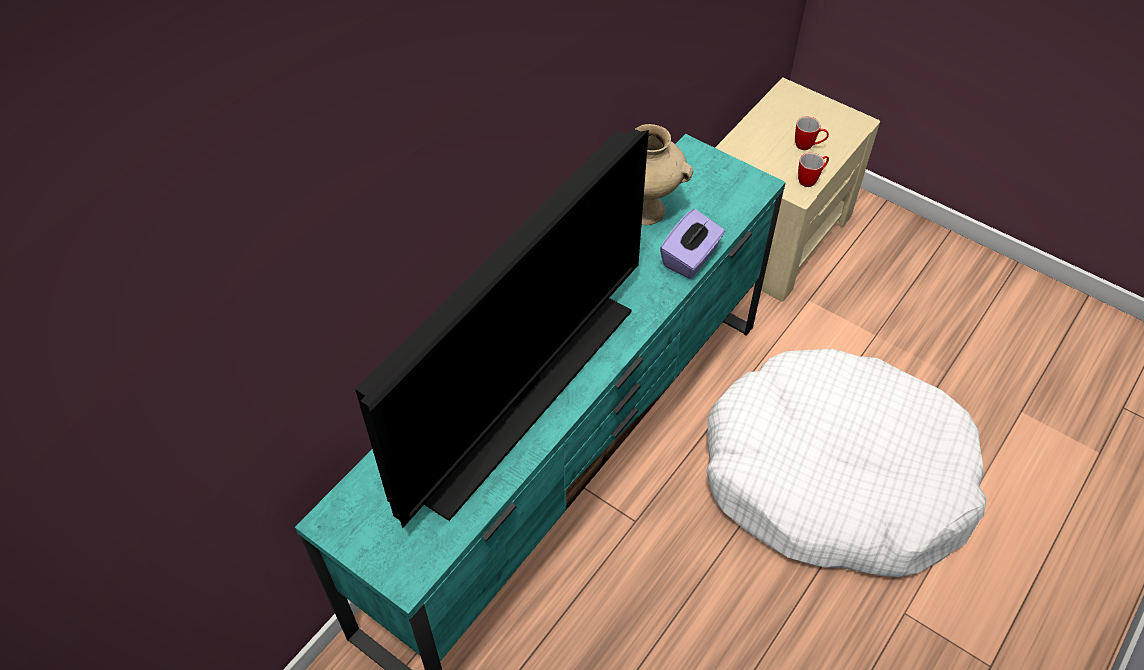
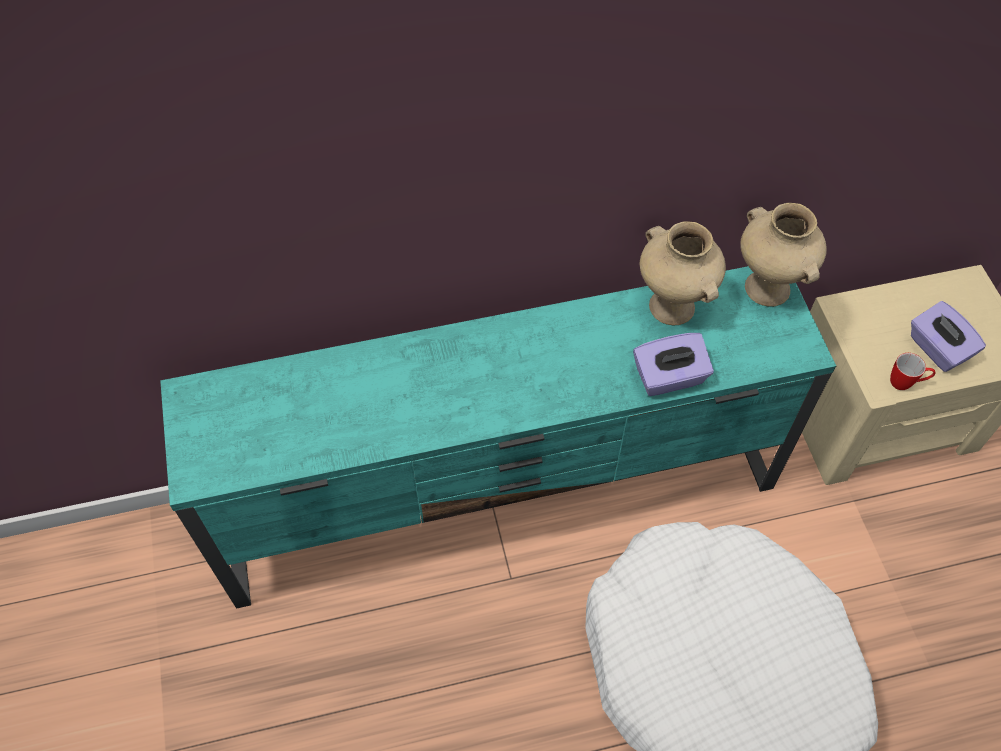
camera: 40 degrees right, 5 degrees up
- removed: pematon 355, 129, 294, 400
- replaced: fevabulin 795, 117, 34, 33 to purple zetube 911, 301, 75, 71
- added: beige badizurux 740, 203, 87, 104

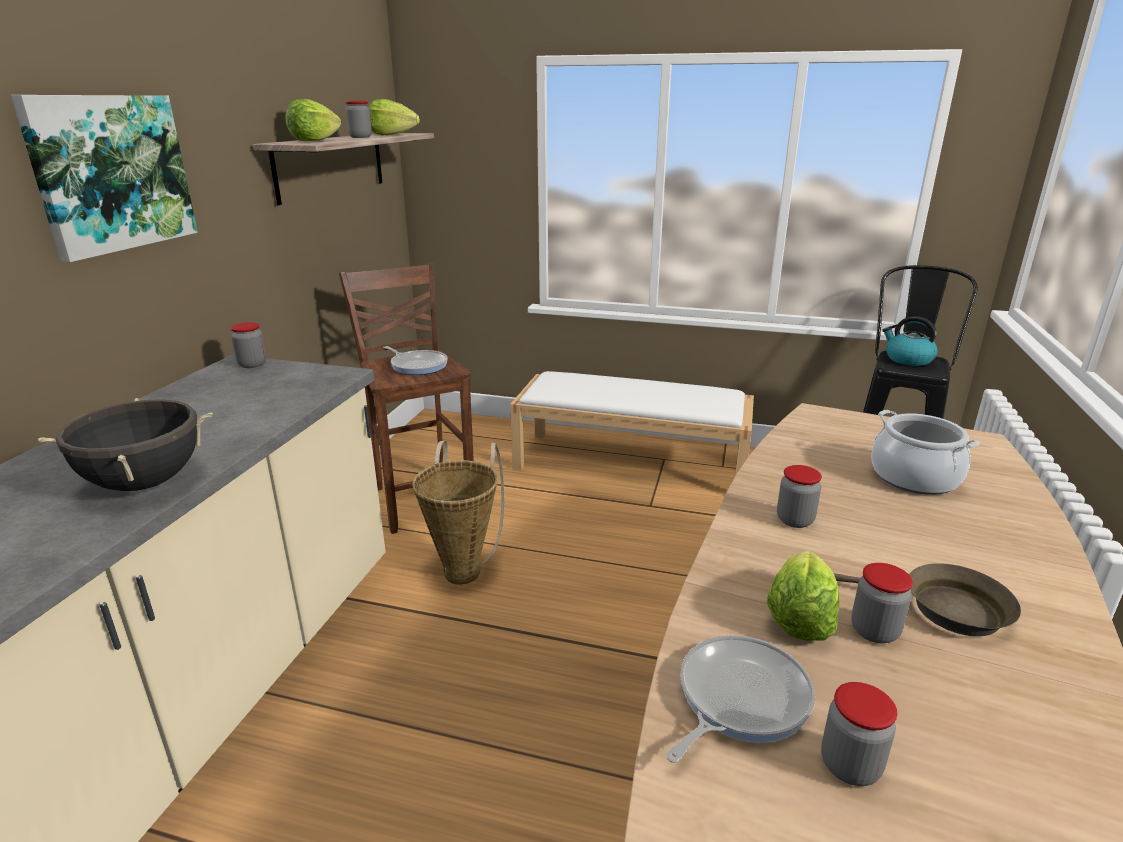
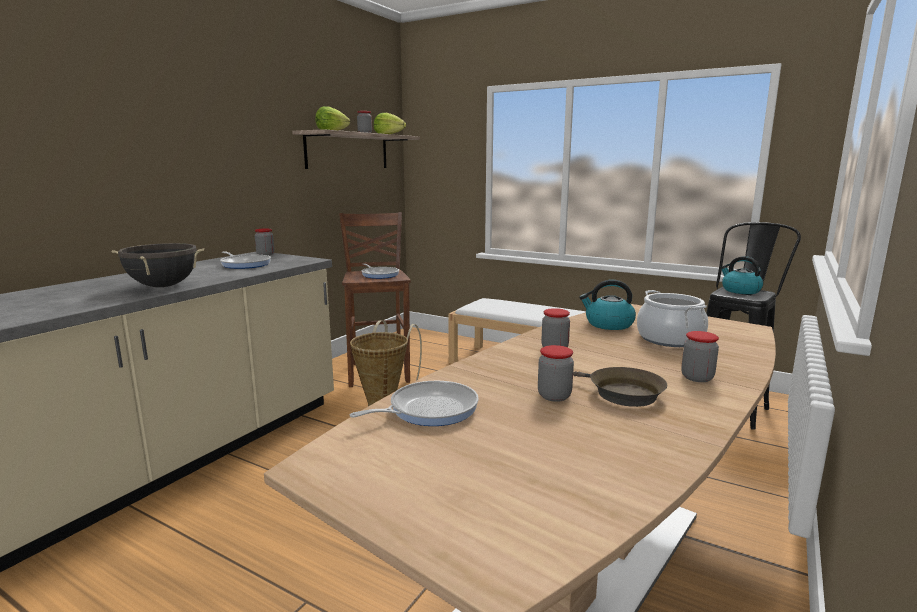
camera: 15 degrees right, 10 degrees down
- removed: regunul 11, 95, 187, 167
- removed: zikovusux 767, 551, 72, 90
- moved: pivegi 821, 682, 76, 104 to 681, 331, 38, 51
- added: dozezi 220, 251, 51, 18
- added: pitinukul 579, 280, 57, 50

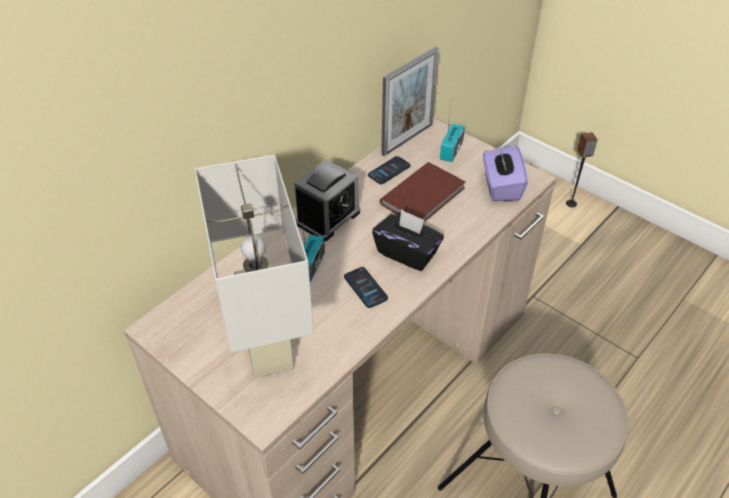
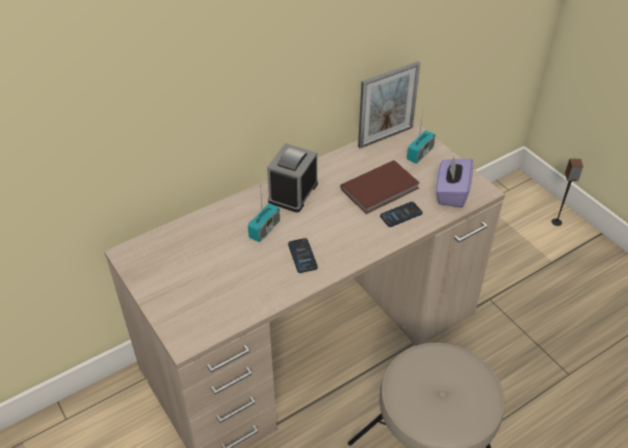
camera: 15 degrees right, 0 degrees up
- removed: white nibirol 195, 155, 119, 223
- turned: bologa 294, 159, 66, 82 = 267, 143, 51, 69 150 degrees clockwise
- moved: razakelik 368, 156, 43, 28 to 380, 202, 43, 25
- removed: black zetube 372, 209, 72, 62

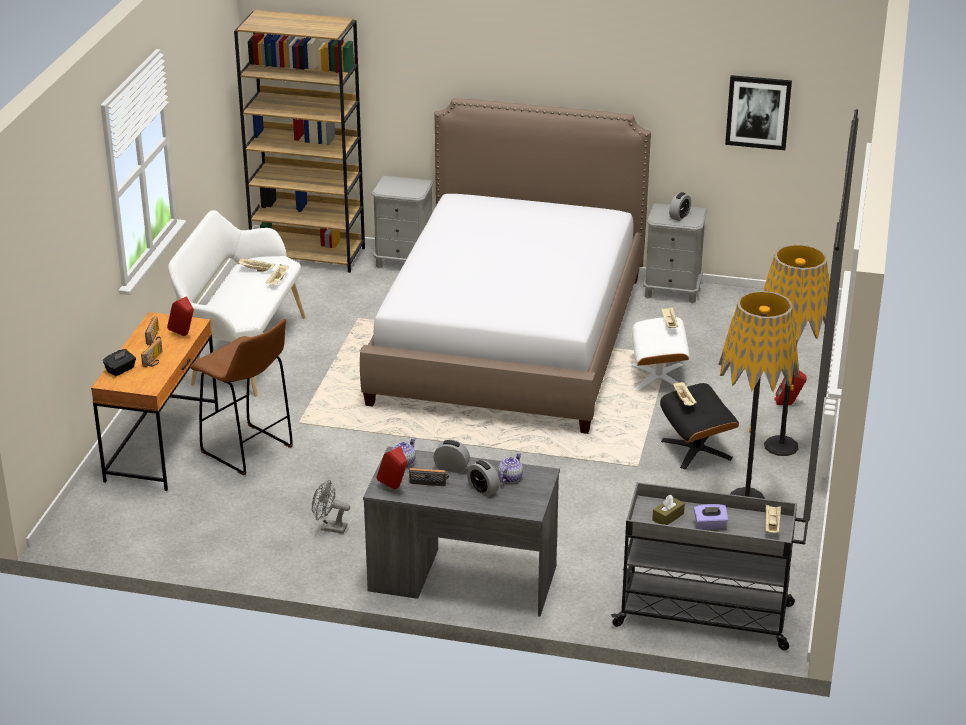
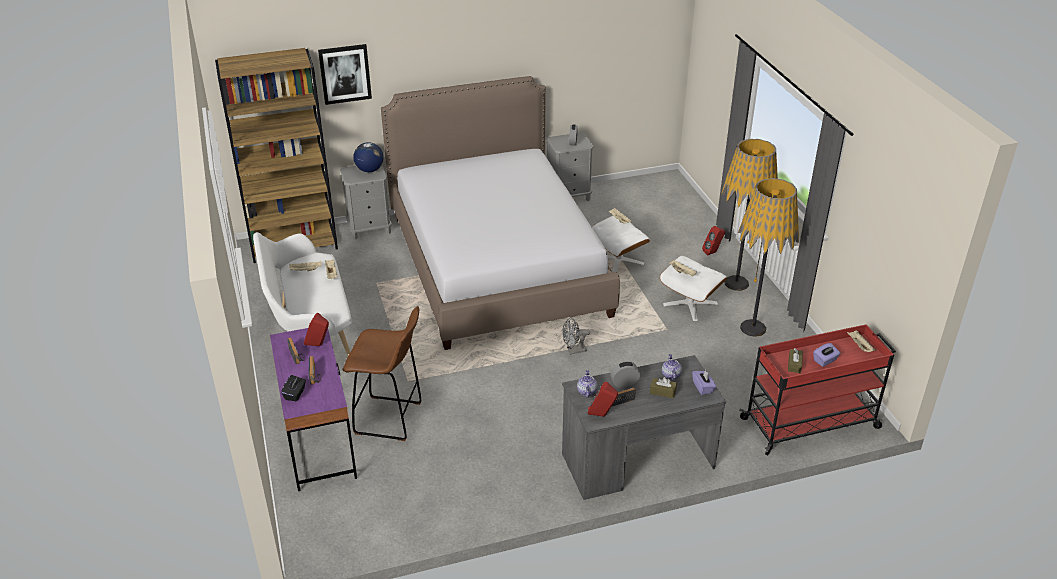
camera: 30 degrees left, 5 degrees up
- recoloured: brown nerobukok 91, 312, 128, 179 to purple nerobukok 270, 328, 87, 163
- moved: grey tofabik 312, 480, 38, 54 to 562, 317, 28, 37
- replaced: bologa 467, 460, 33, 37 to brown zetube 650, 377, 27, 21
- recoloured: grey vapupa 611, 482, 198, 169 to red vapupa 739, 324, 157, 132
- recoloured: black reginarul 660, 383, 79, 87 to white reginarul 660, 256, 67, 65
- moved: regunul 725, 75, 67, 75 to 318, 44, 54, 61
- added: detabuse 353, 142, 31, 30
- added: purple zetube 692, 370, 24, 25

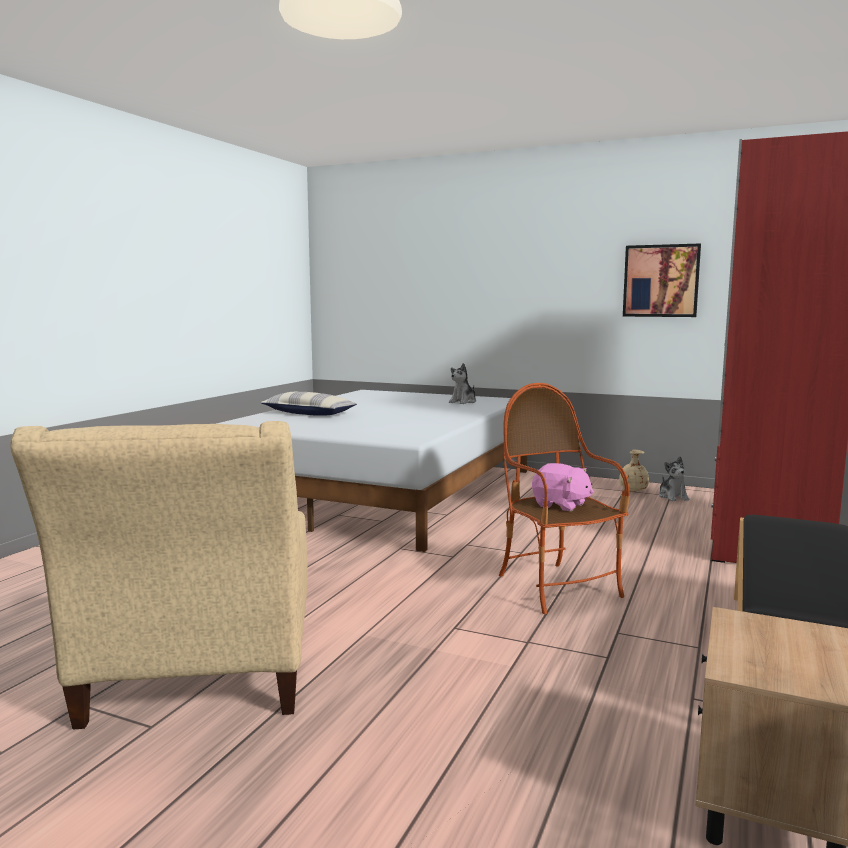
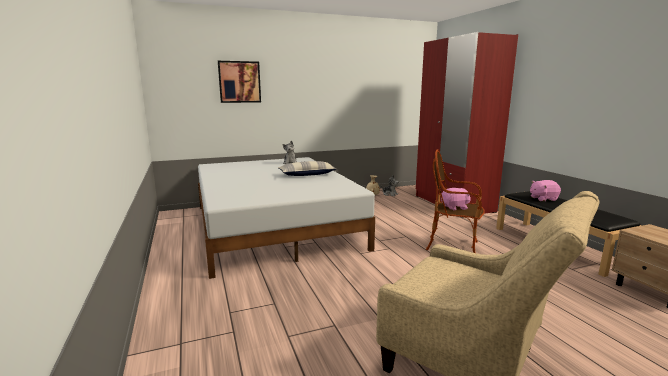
camera: 45 degrees left, 5 degrees up
- moved: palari 260, 392, 97, 24 to 278, 161, 59, 15
- moved: regunul 623, 243, 78, 74 to 218, 61, 43, 42
- added: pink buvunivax 530, 180, 31, 21

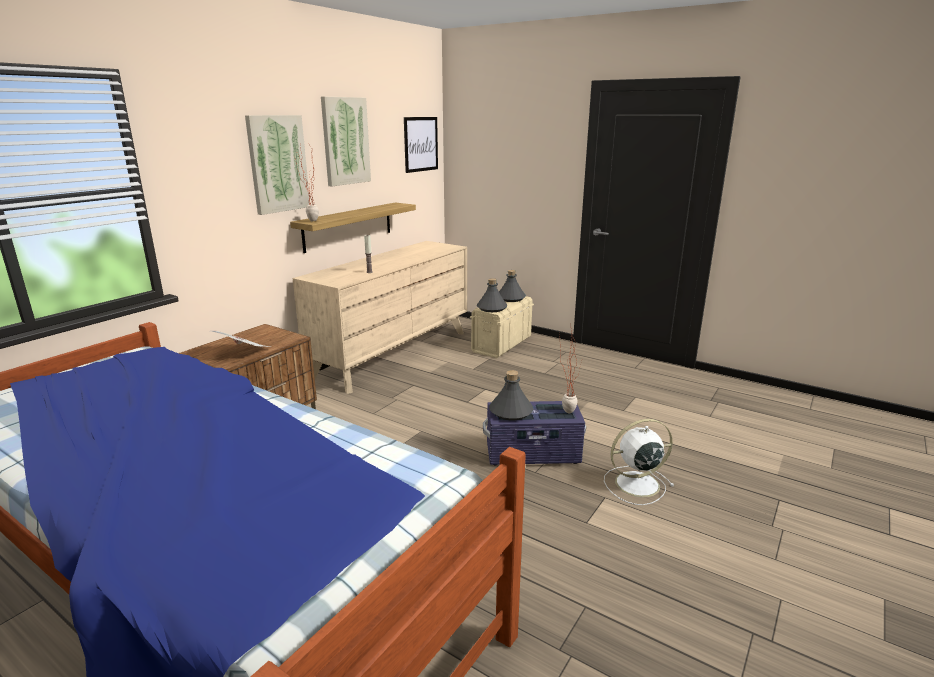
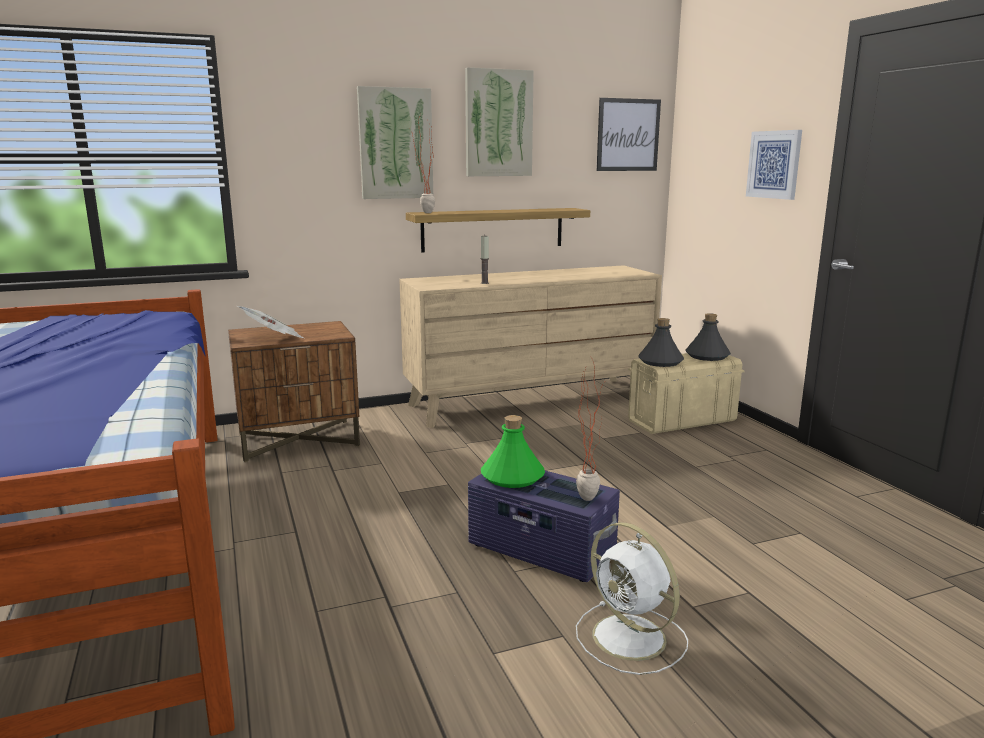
camera: 35 degrees right, 5 degrees down
- recoloured: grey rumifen 489, 370, 44, 50 to green rumifen 481, 415, 64, 73
- turned: white tofabik 604, 419, 70, 86 = 576, 522, 112, 153 150 degrees counterclockwise
- added: regunul 746, 130, 56, 70

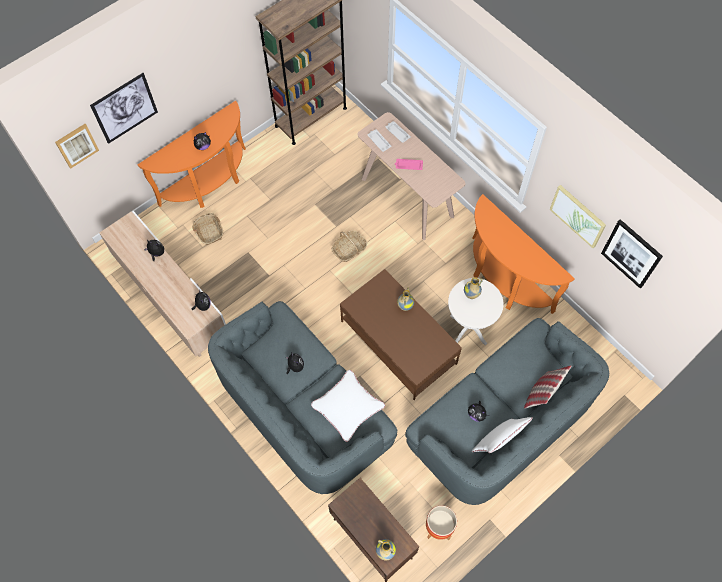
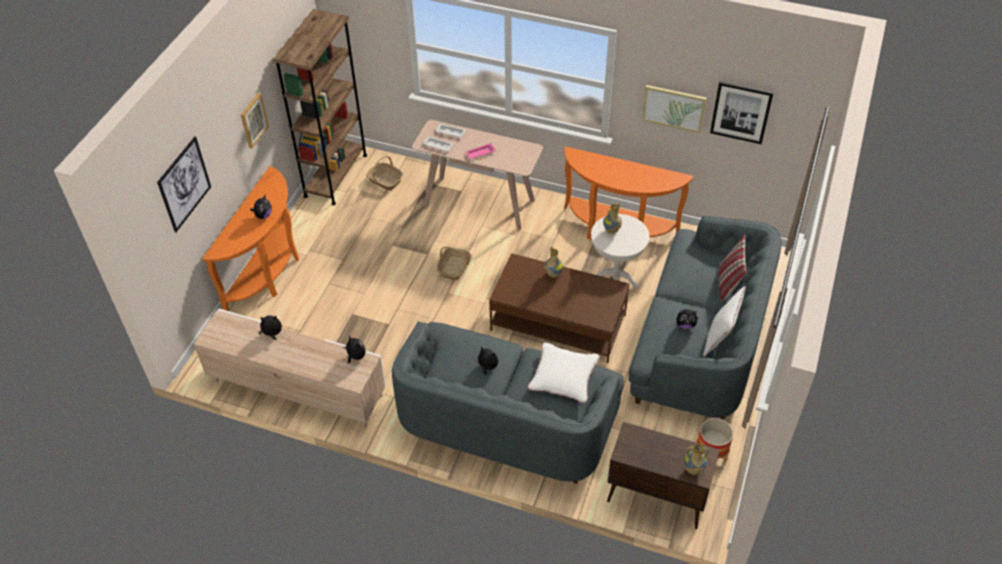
camera: 30 degrees left, 15 degrees down
- moved: regunul 55, 124, 44, 45 to 241, 93, 28, 56
- moved: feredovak 192, 213, 31, 32 to 366, 156, 37, 35

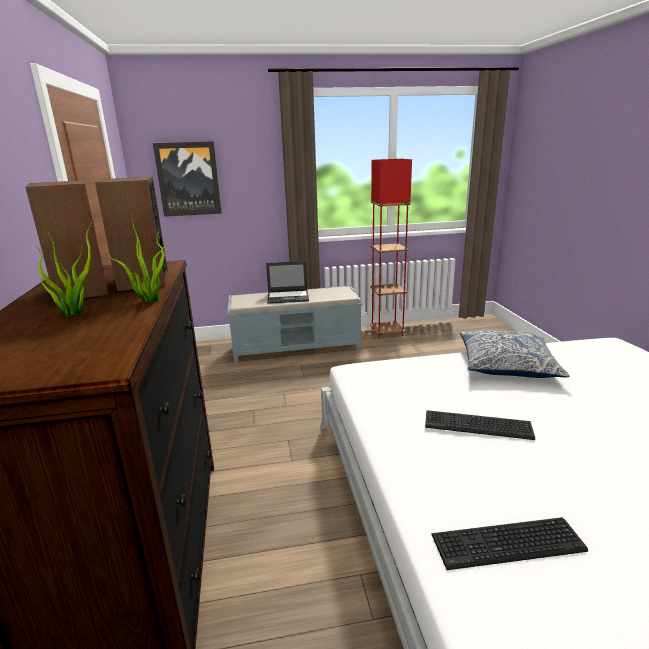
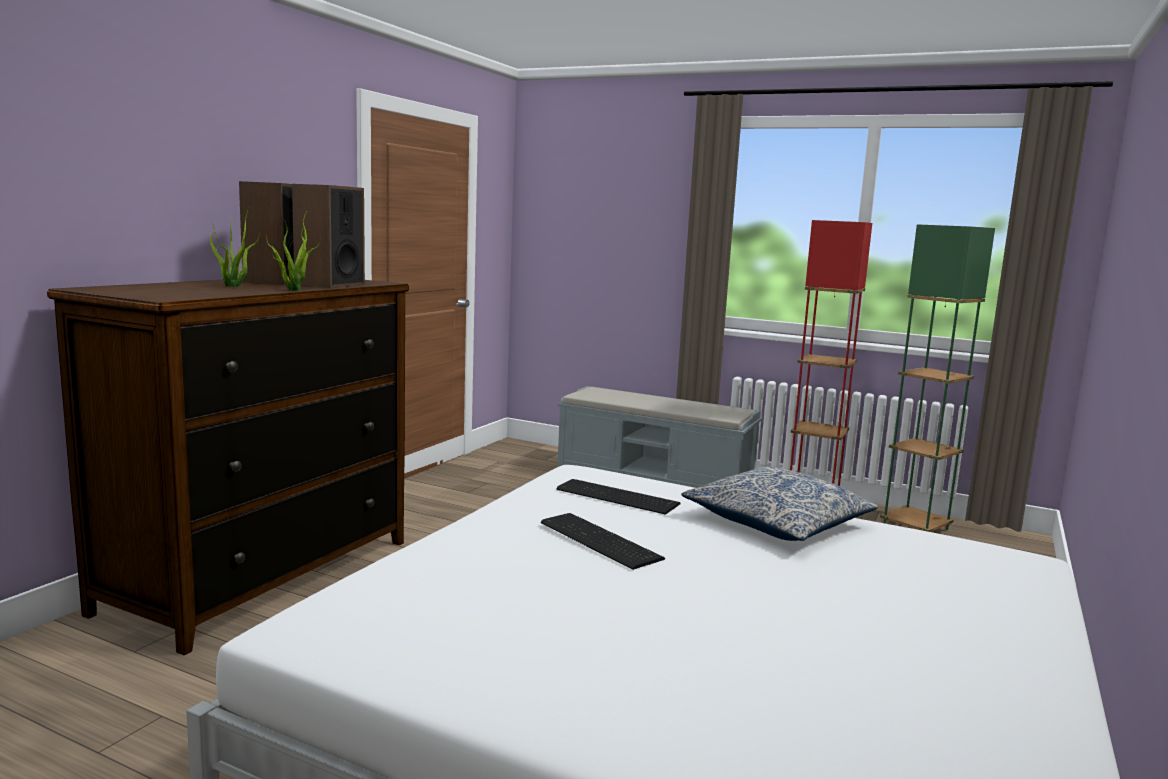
camera: 35 degrees right, 10 degrees down
- removed: regunul 153, 141, 69, 76
- removed: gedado 266, 261, 43, 43
- moved: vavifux 432, 517, 156, 53 to 556, 479, 125, 36
- added: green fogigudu 880, 224, 115, 308

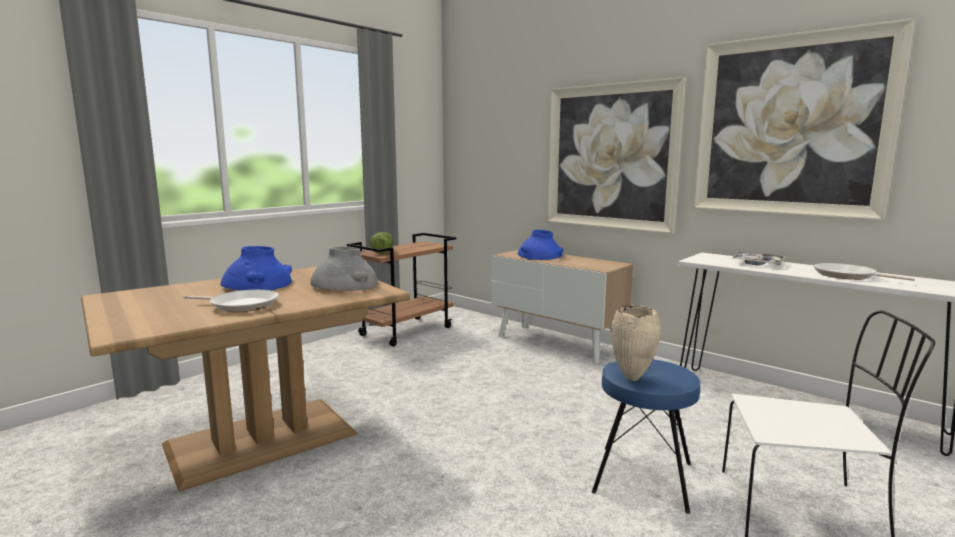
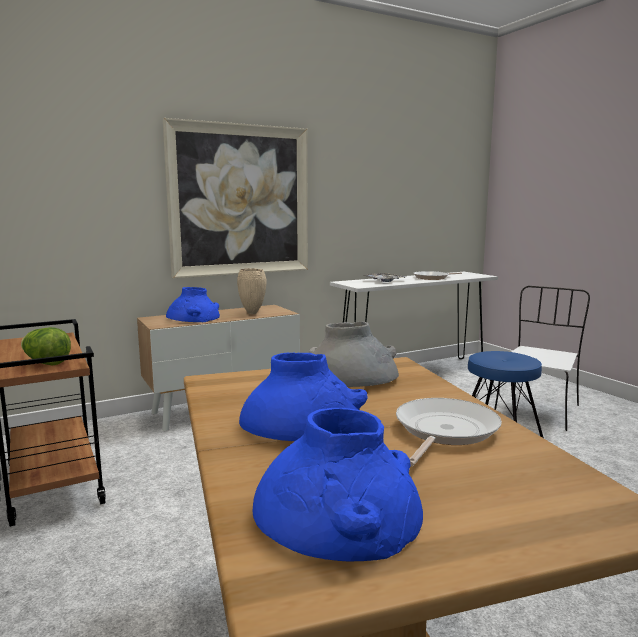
camera: 70 degrees left, 0 degrees up
- moved: beige badizurux 611, 305, 50, 76 to 237, 268, 30, 46
- removed: regunul 693, 18, 222, 203
- added: blue badizurux 252, 408, 171, 153

